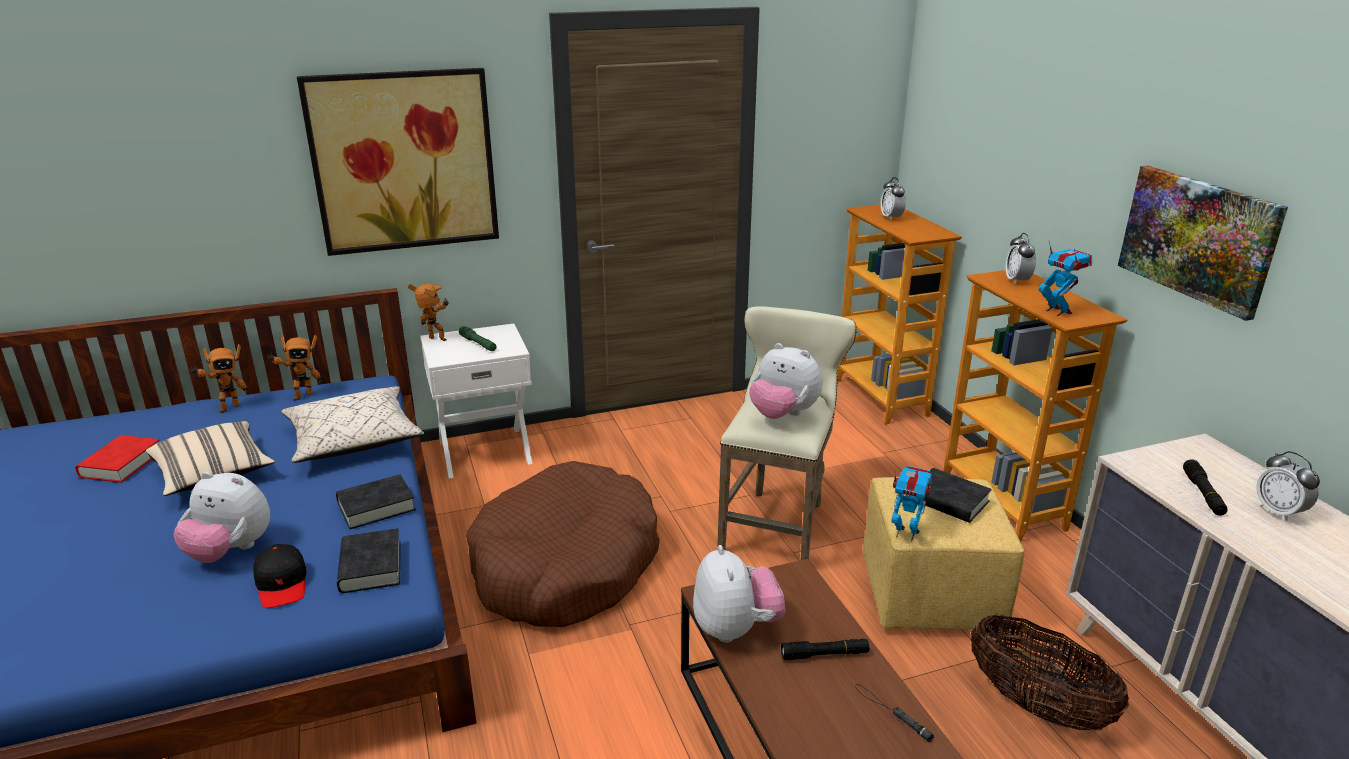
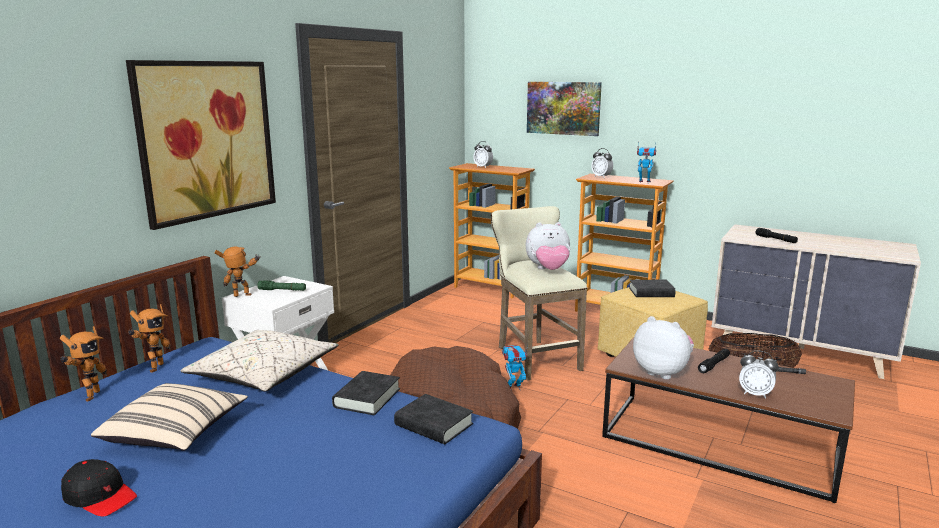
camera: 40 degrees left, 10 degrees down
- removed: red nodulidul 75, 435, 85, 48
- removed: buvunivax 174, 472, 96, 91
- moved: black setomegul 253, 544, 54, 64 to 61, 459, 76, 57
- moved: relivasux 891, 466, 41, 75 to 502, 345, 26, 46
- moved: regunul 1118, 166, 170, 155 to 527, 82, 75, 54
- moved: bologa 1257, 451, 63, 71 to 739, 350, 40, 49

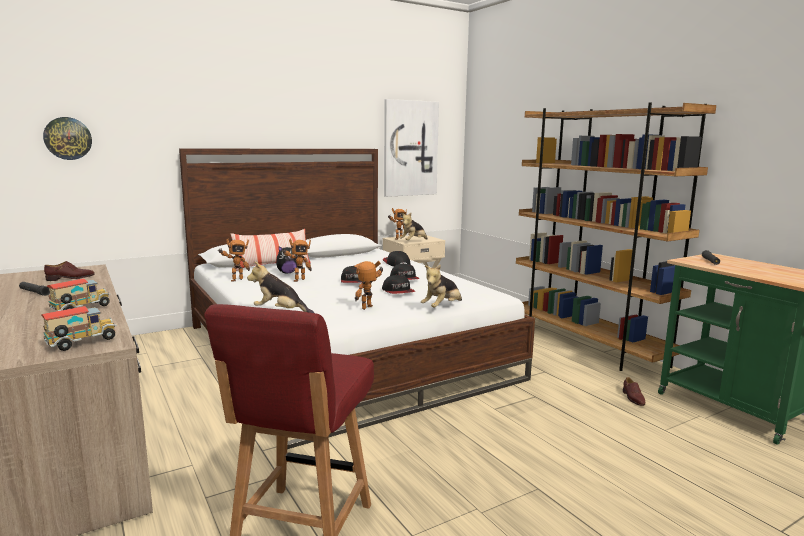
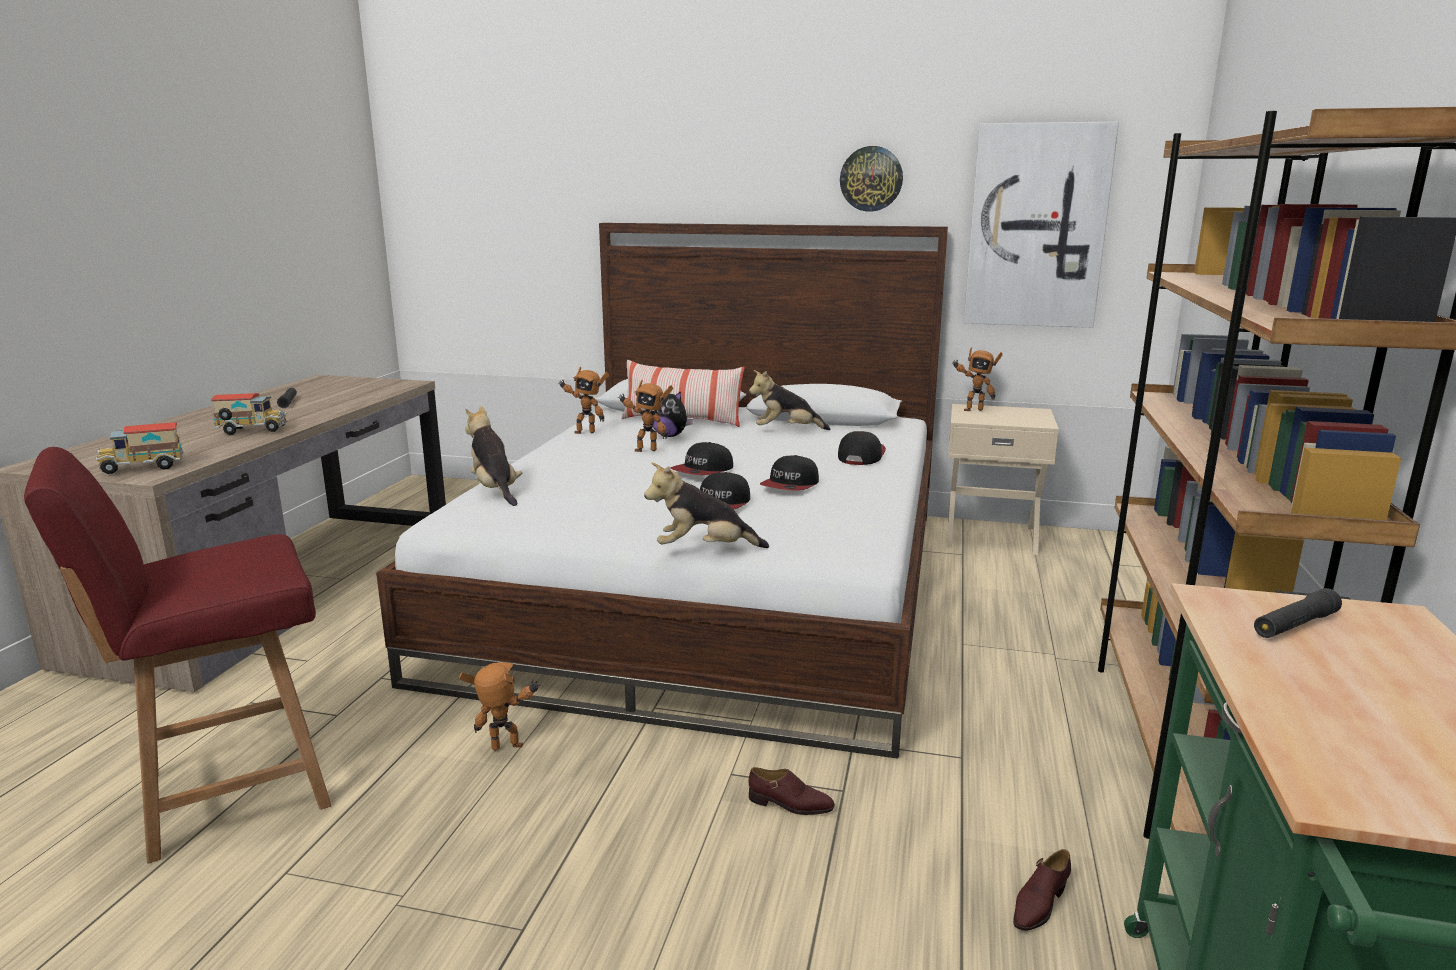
camera: 45 degrees right, 5 degrees up
- turned: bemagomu 41, 306, 76, 45 = 96, 422, 88, 52 150 degrees clockwise
- moved: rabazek 43, 117, 49, 43 to 840, 146, 63, 66
- moved: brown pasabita 44, 261, 51, 20 to 749, 767, 86, 48
- moved: relivasux 354, 261, 29, 49 to 459, 662, 82, 89
- moved: buvunivax 399, 213, 29, 27 to 749, 370, 82, 60

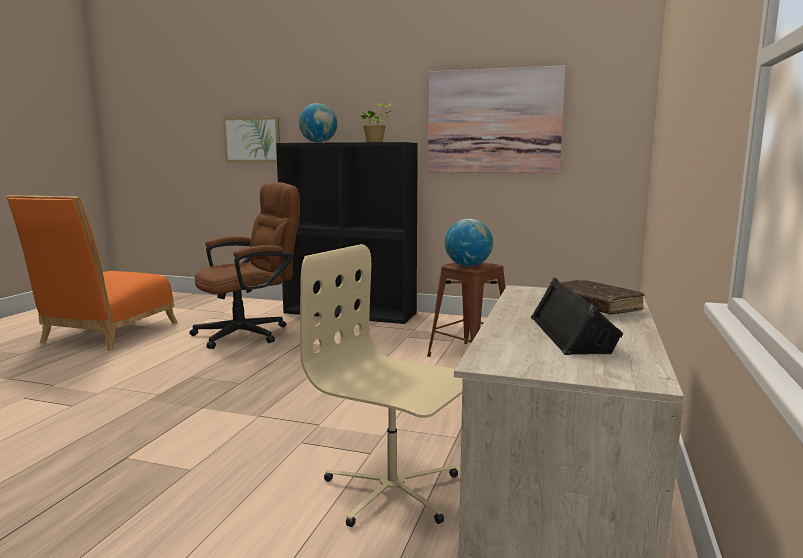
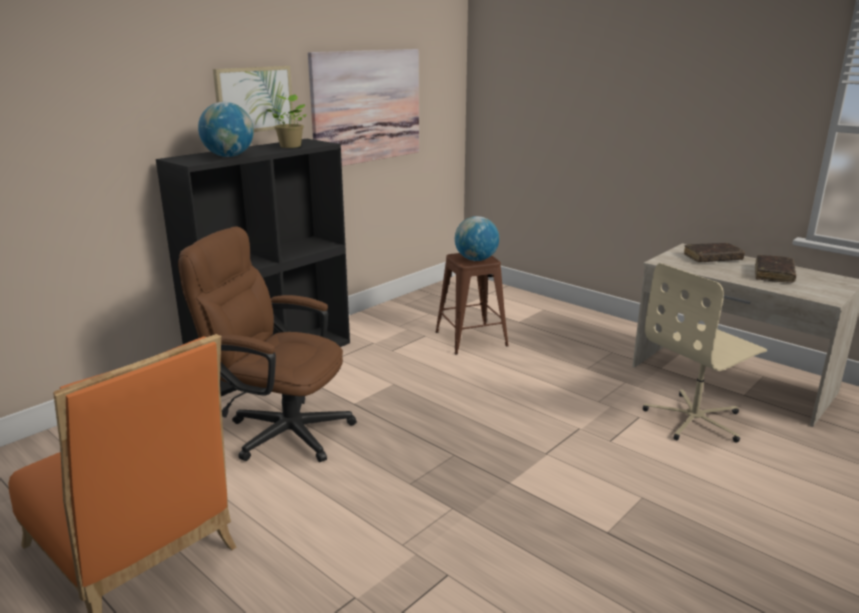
camera: 65 degrees left, 10 degrees up
- turned: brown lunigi 189, 182, 111, 167 = 178, 226, 179, 236 60 degrees counterclockwise
- moved: regunul 223, 117, 57, 45 to 213, 66, 81, 66
- replaced: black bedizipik 531, 277, 92, 78 to brown nodulidul 755, 255, 41, 28

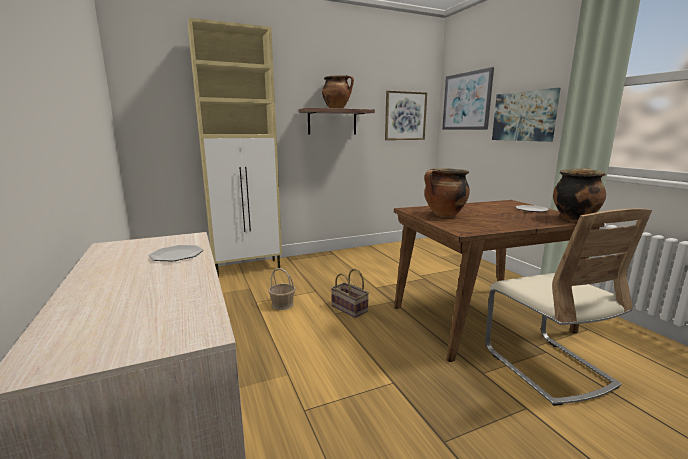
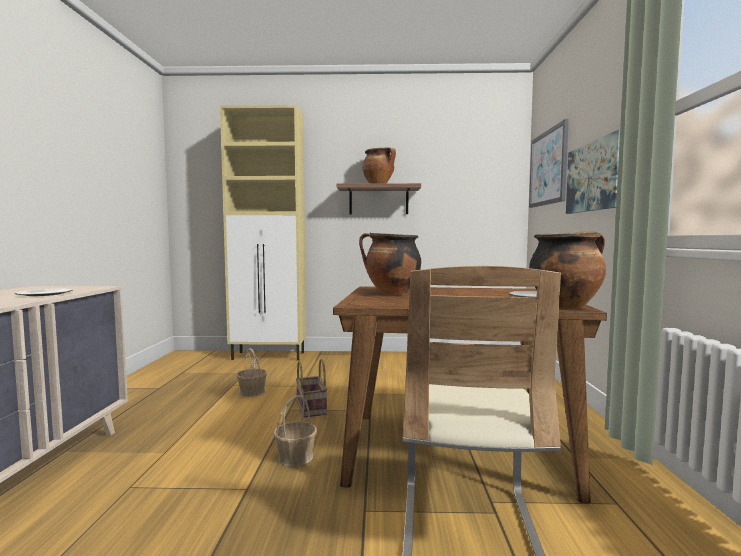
camera: 25 degrees right, 10 degrees down
- removed: regunul 385, 91, 42, 49
- added: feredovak 273, 395, 44, 72

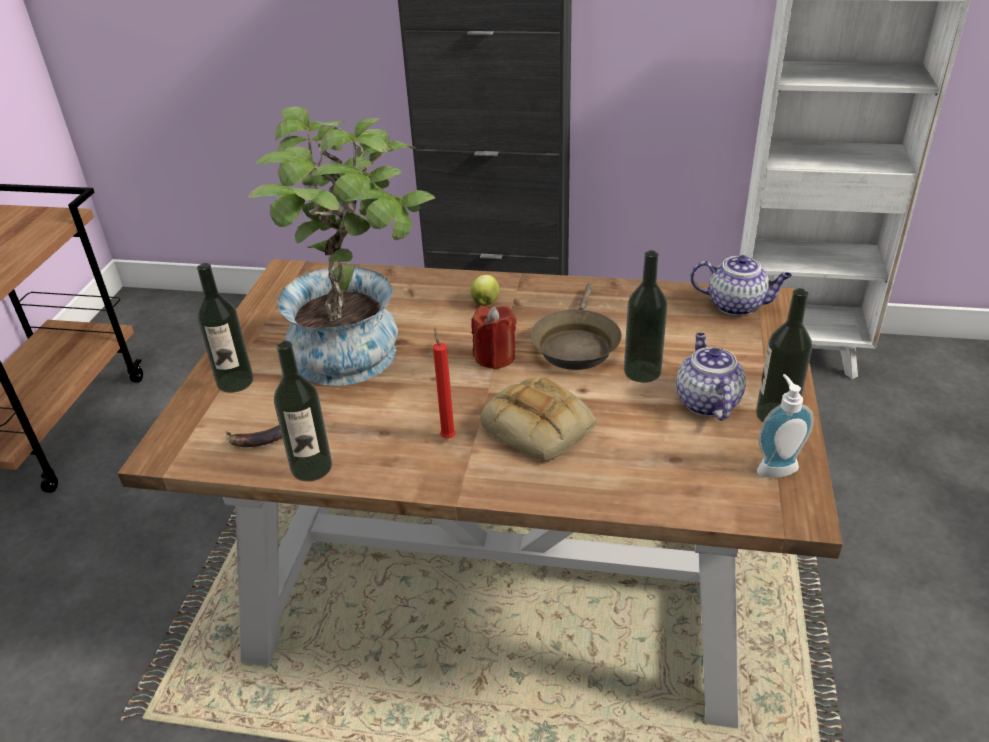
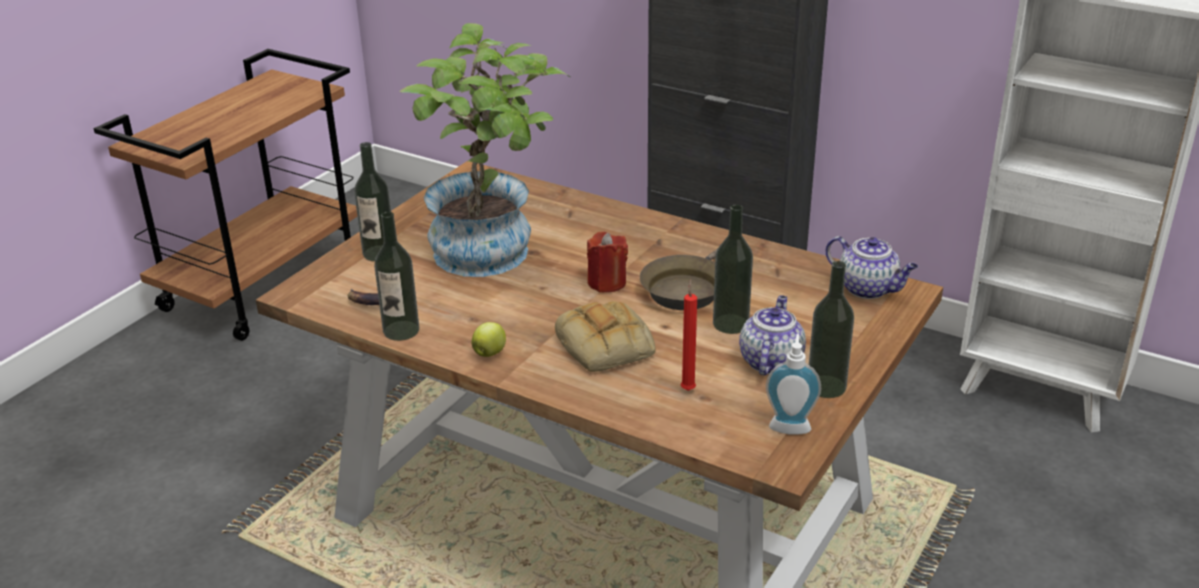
camera: 20 degrees right, 5 degrees down
- moved: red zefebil 433, 328, 23, 111 to 681, 279, 16, 112
- moved: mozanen 471, 275, 29, 31 to 472, 322, 34, 35

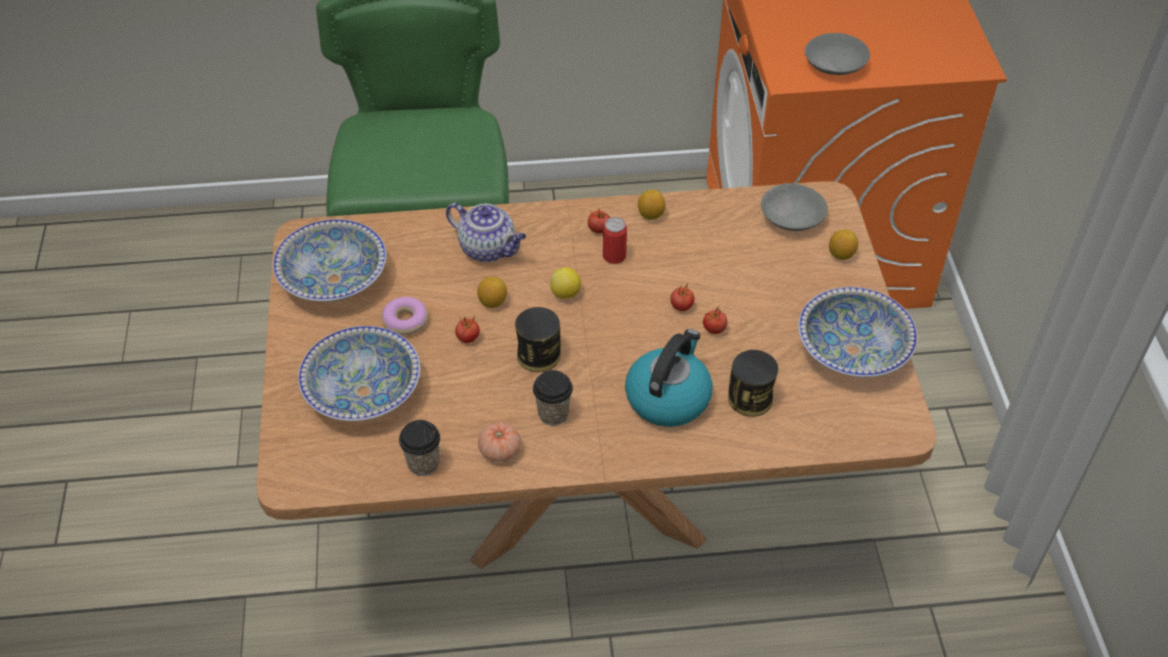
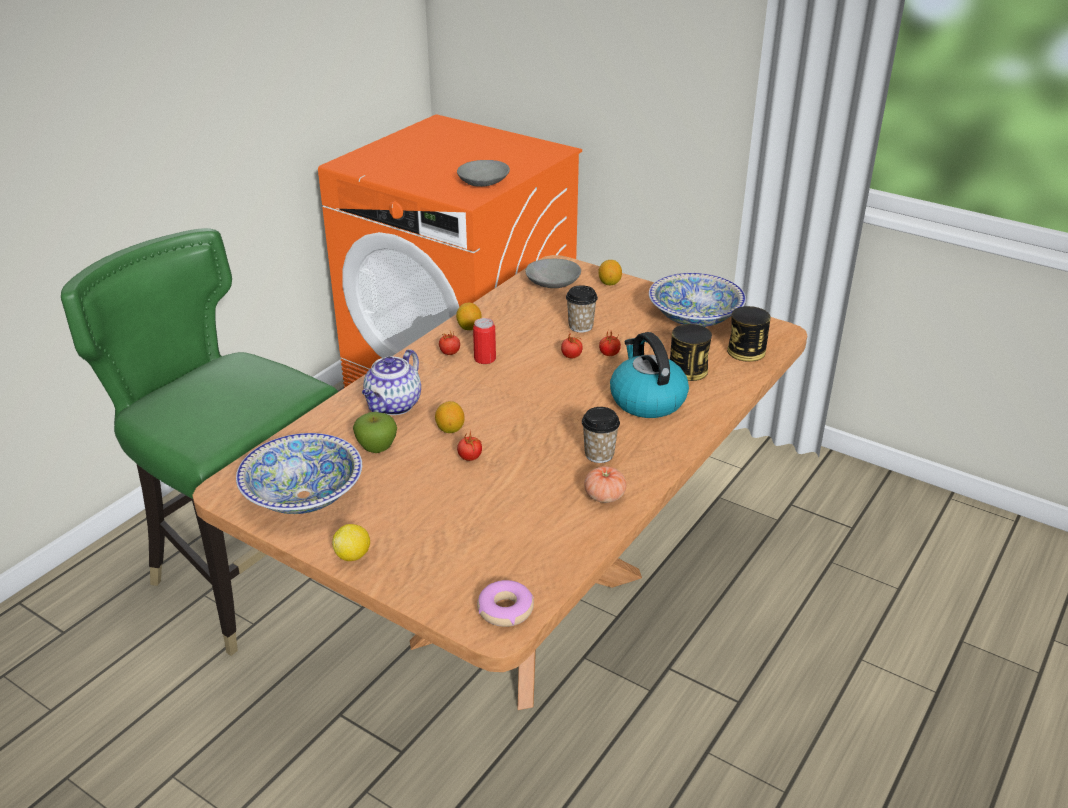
camera: 50 degrees left, 15 degrees down
- removed: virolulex 298, 326, 122, 95
- moved: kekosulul 381, 297, 47, 39 to 477, 580, 57, 47
- moved: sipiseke 399, 420, 41, 56 to 566, 285, 32, 47
- turned: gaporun 446, 202, 80, 60 = 362, 349, 59, 66 135 degrees clockwise
- moved: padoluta 515, 307, 46, 65 to 727, 306, 43, 56
- moved: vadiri 550, 268, 31, 31 to 332, 524, 38, 37
- added: mozanen 353, 412, 44, 41

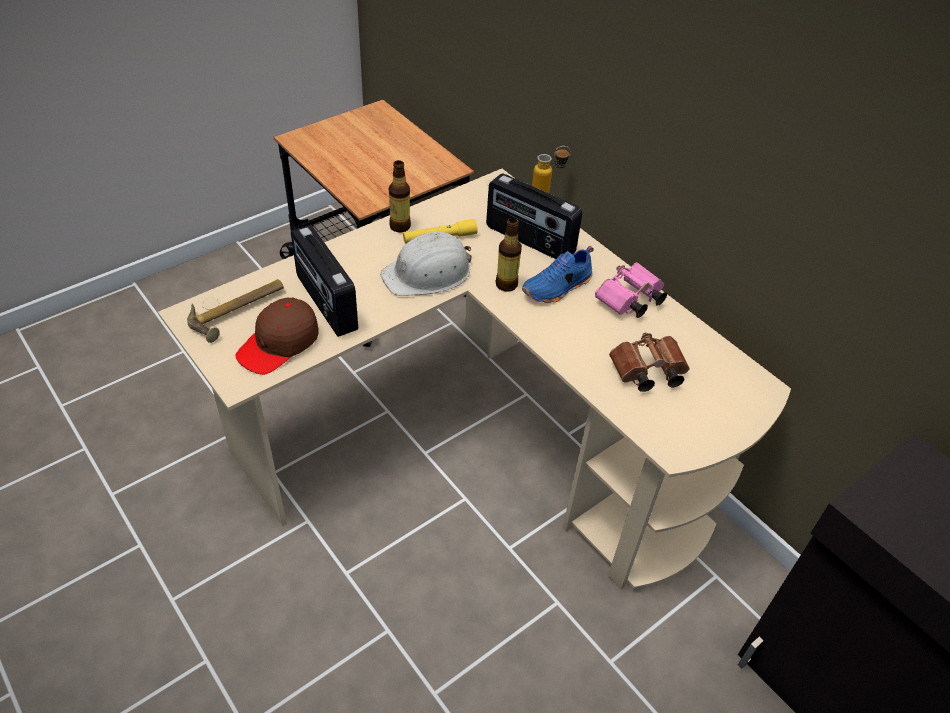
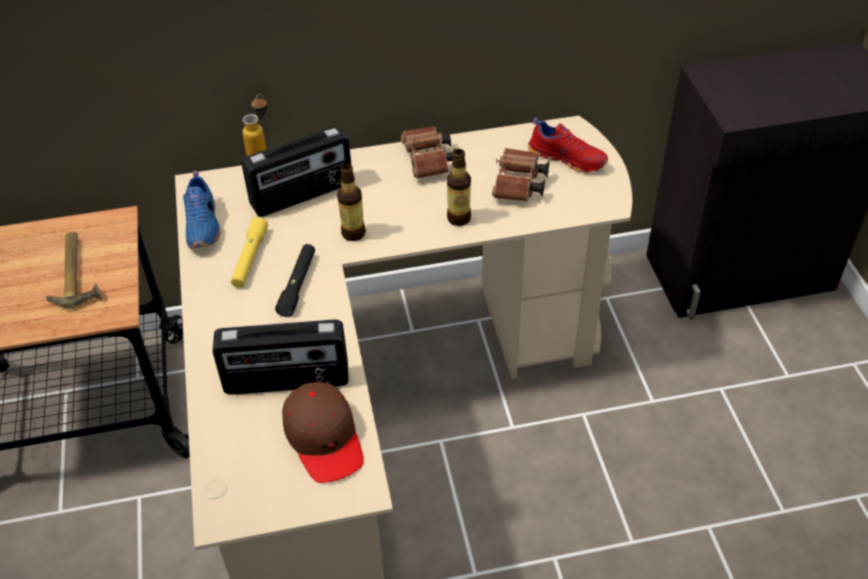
camera: 60 degrees left, 0 degrees up
- moved: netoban 187, 279, 97, 64 to 46, 232, 56, 77
- replaced: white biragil 380, 232, 92, 64 to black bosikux 275, 244, 40, 73
- moved: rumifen 389, 160, 22, 73 to 447, 149, 24, 77
- moved: blue pasabita 522, 246, 72, 57 to 183, 170, 38, 78
- recoloured: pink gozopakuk 595, 262, 72, 56 to brown gozopakuk 400, 126, 56, 53
- added: red pasabita 528, 118, 80, 54

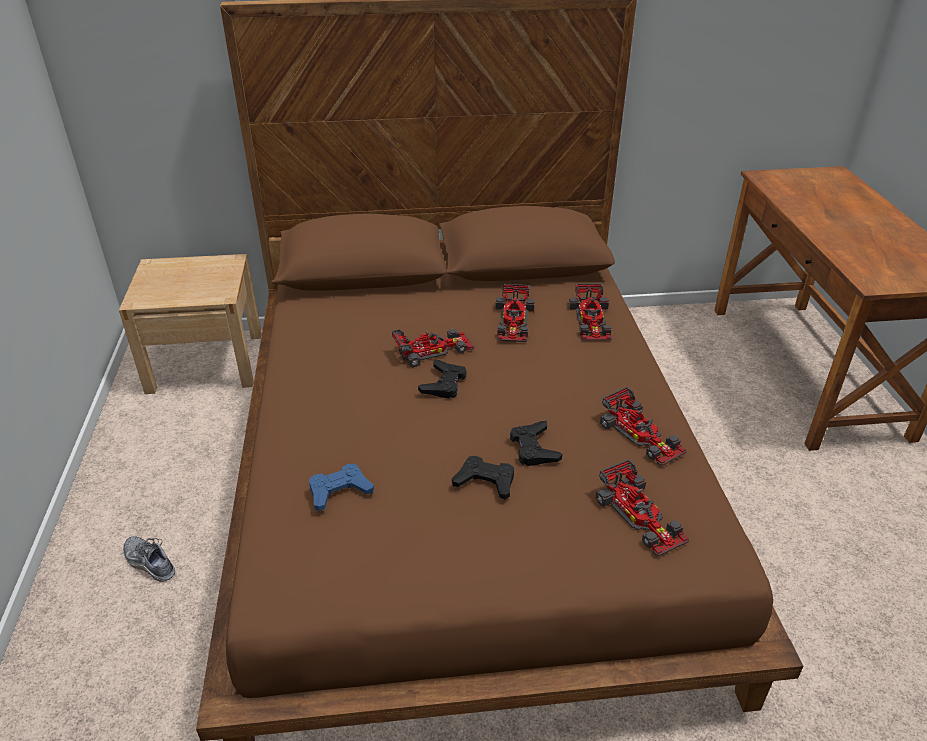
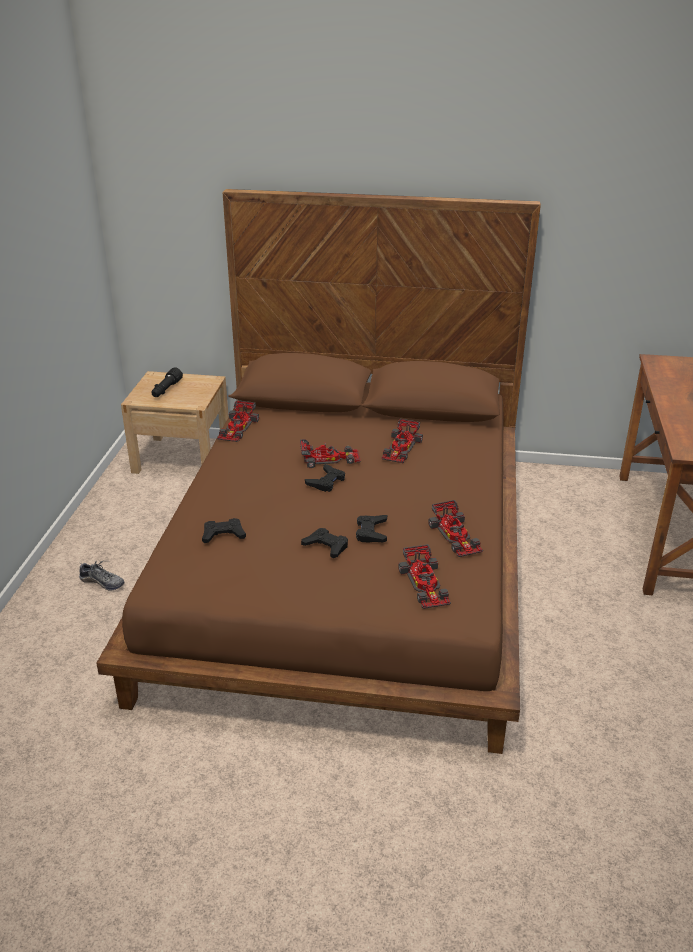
camera: 15 degrees right, 5 degrees down
- turned: pasabita 123, 536, 52, 46 = 79, 561, 46, 30 150 degrees clockwise
- recoloured: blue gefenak 309, 464, 65, 47 to black gefenak 202, 518, 44, 25
- moved: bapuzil 569, 284, 43, 57 to 217, 400, 42, 42
- added: black bosikux 151, 368, 32, 29

